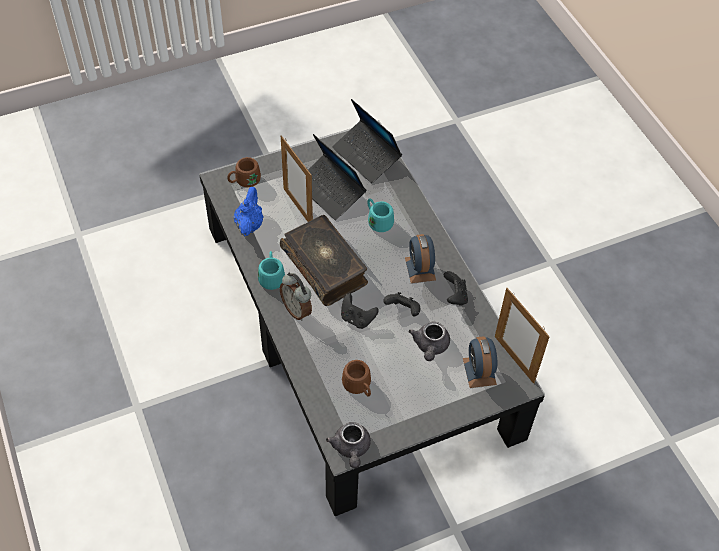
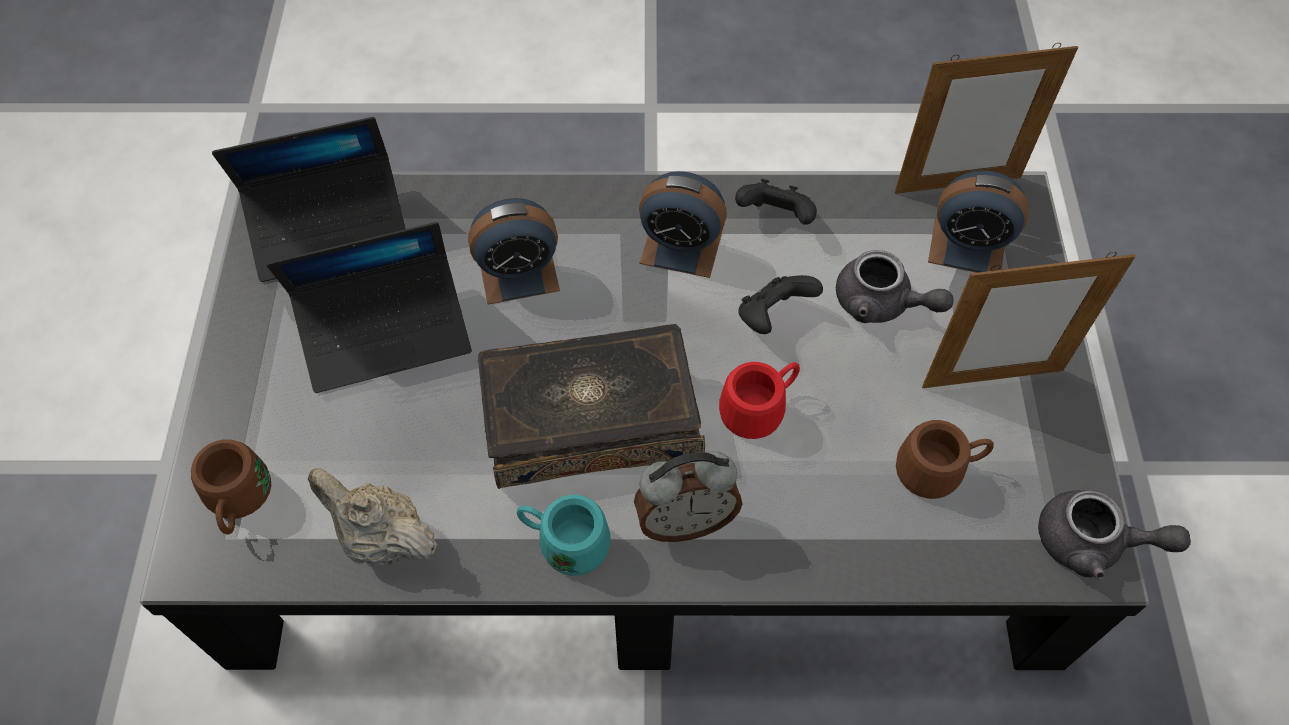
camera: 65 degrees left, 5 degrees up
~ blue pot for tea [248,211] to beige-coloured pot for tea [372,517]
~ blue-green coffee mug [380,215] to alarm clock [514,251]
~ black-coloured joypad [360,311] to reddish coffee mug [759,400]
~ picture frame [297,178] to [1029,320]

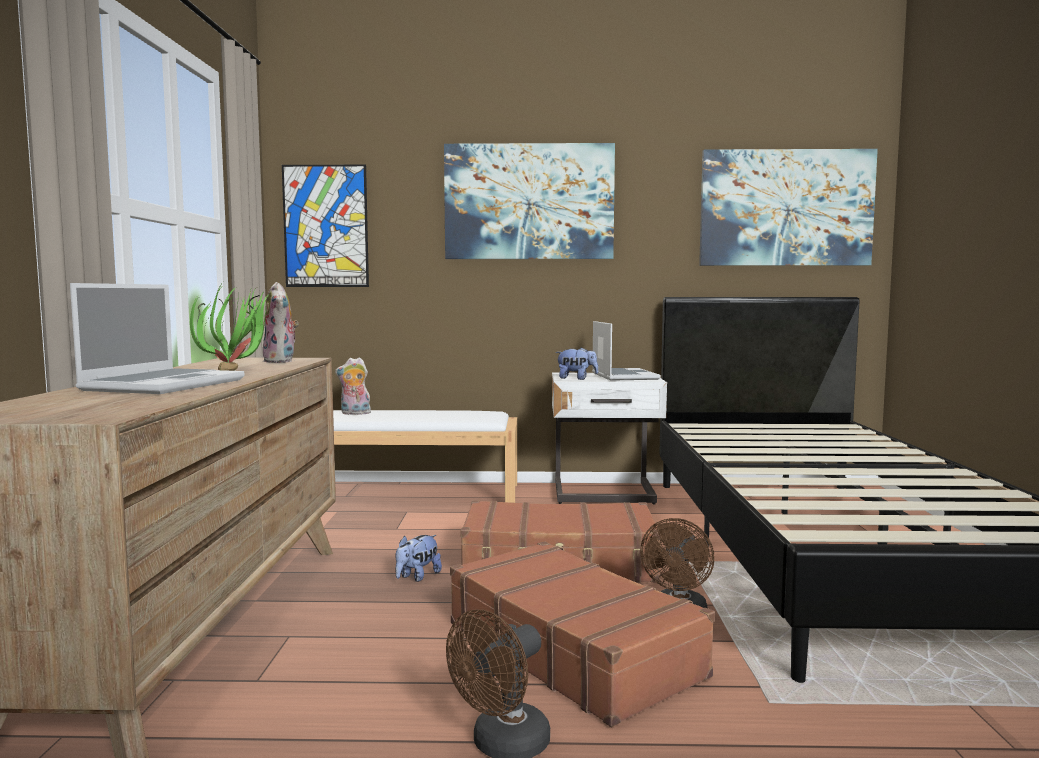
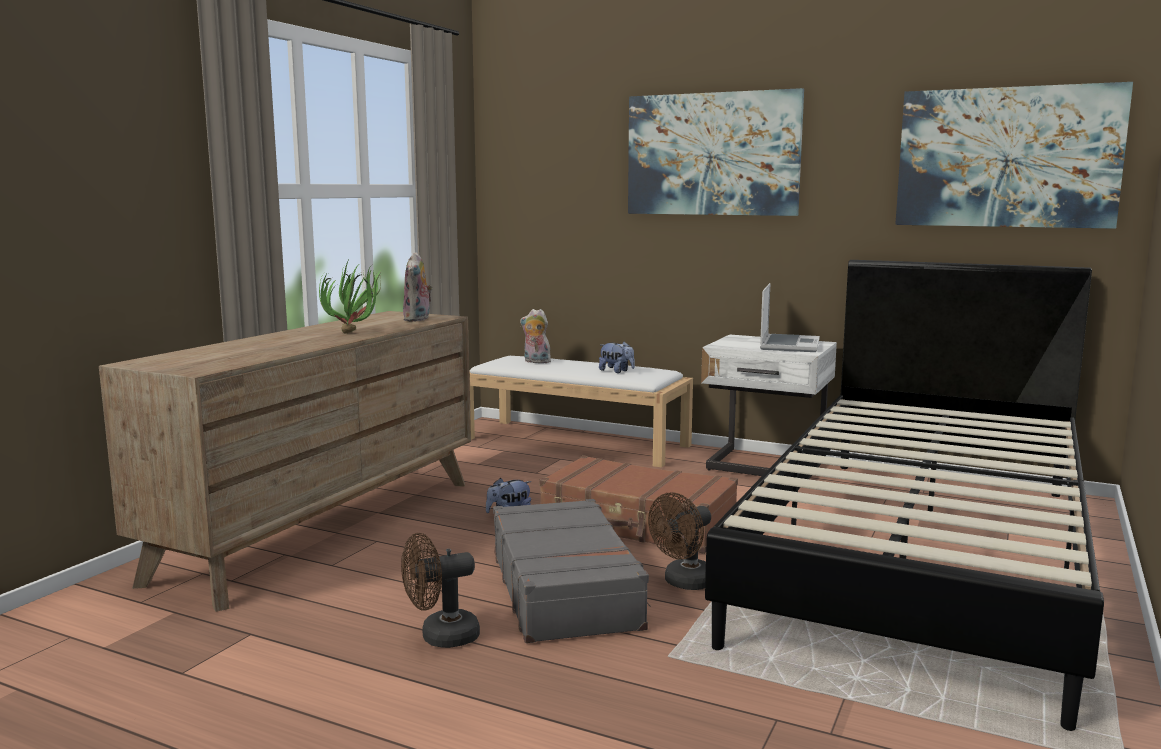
camera: 25 degrees right, 5 degrees up
~ brown travel case [582,634] to grey travel case [572,571]
~ cuddly toy [577,363] to [617,357]
- laptop [157,338]
- wall art [325,226]

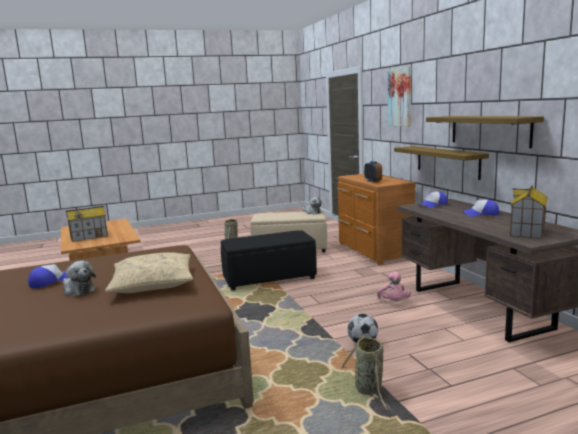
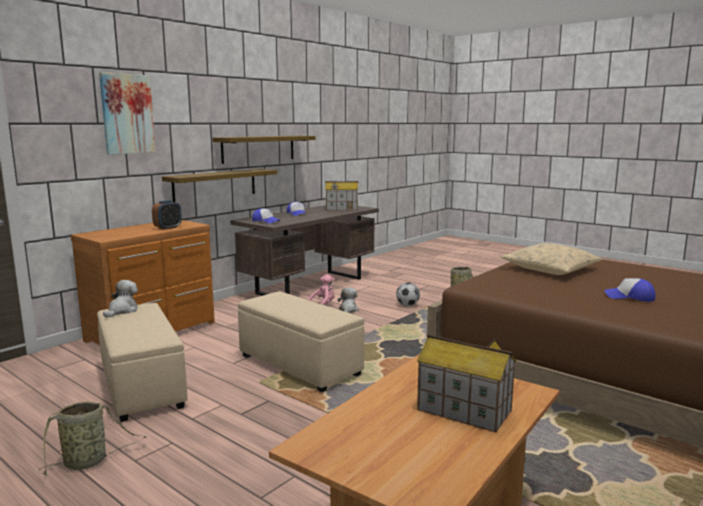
camera: 120 degrees left, 0 degrees up
~ black-coloured footrest [269,260] to beige-coloured footrest [301,341]
~ cuddly toy [79,278] to [348,300]

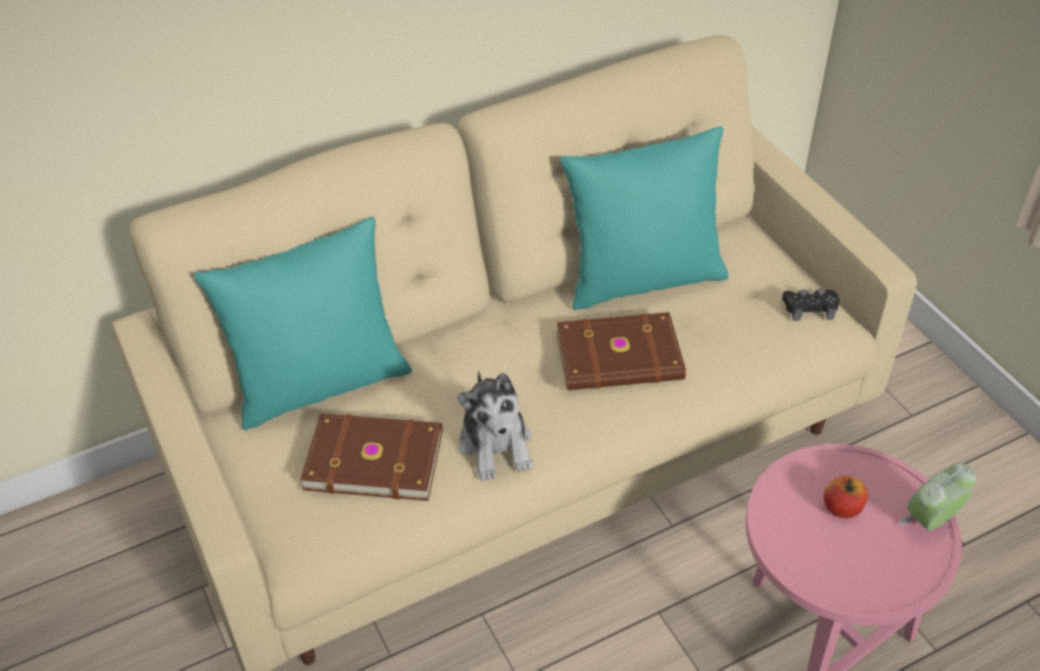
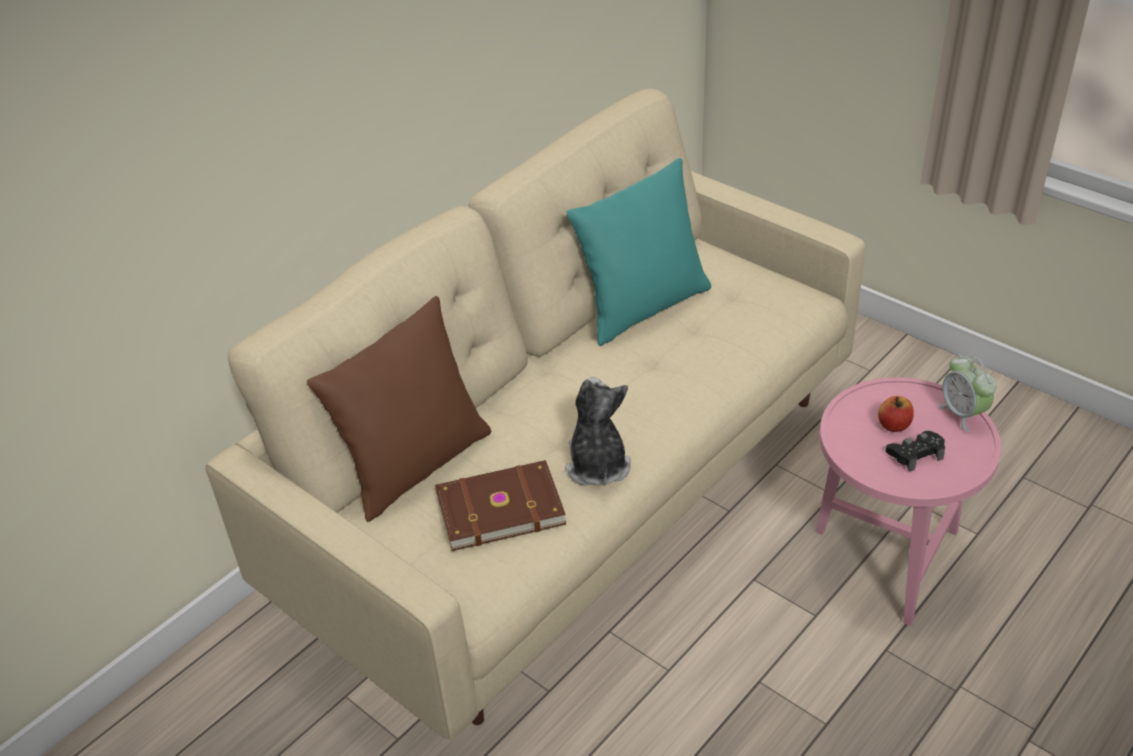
camera: 20 degrees left, 5 degrees down
~ blue-green throw pillow [303,323] to brown throw pillow [399,409]
~ cuddly toy [495,426] = [598,431] 150 degrees counterclockwise
~ black-coloured joypad [811,305] to [915,451]
~ alarm clock [938,497] = [967,393] 60 degrees counterclockwise
- brown bound book [621,351]

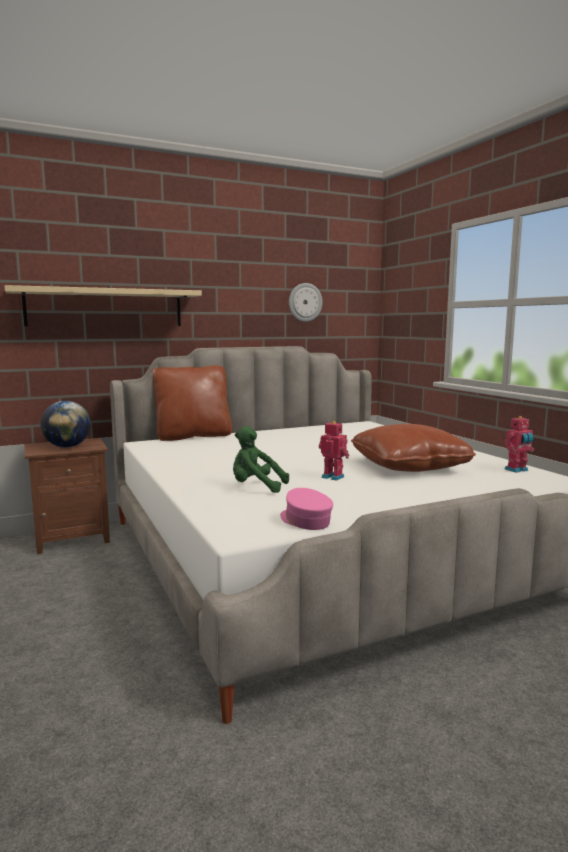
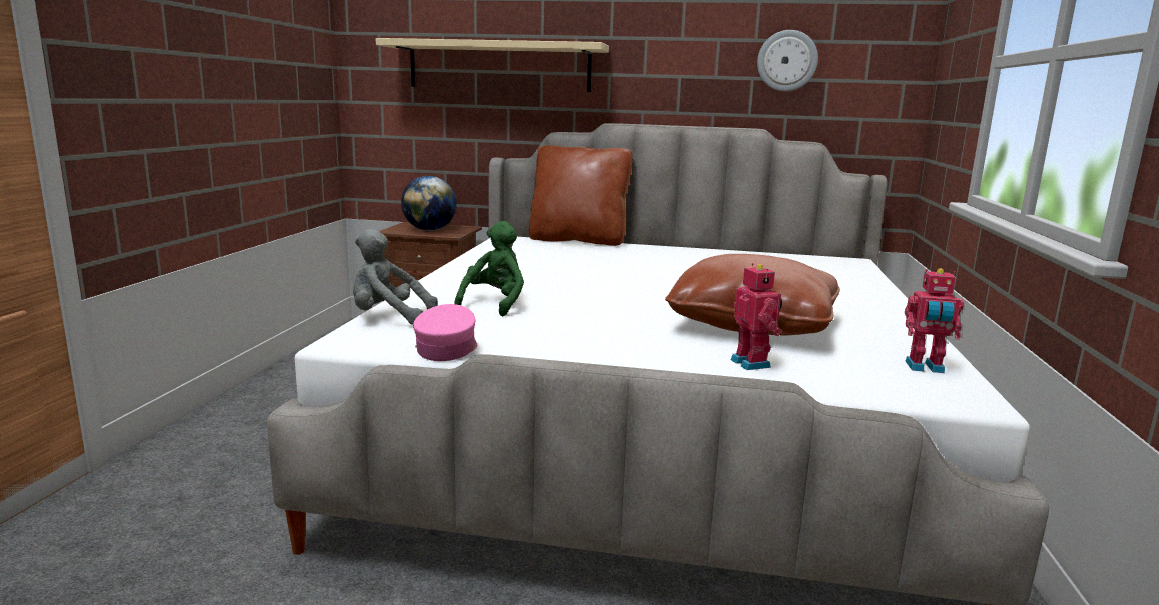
camera: 35 degrees right, 5 degrees up
+ grey cuddly toy [395,277]
~ greenish cuddly toy [261,459] = [489,268] 60 degrees clockwise
~ model robot [334,451] to [756,316]

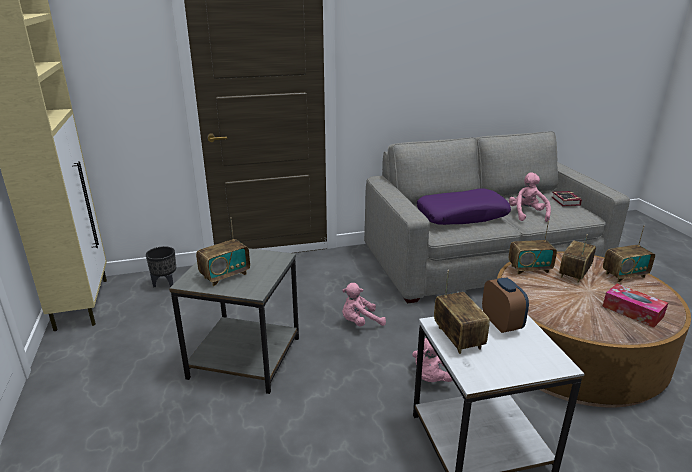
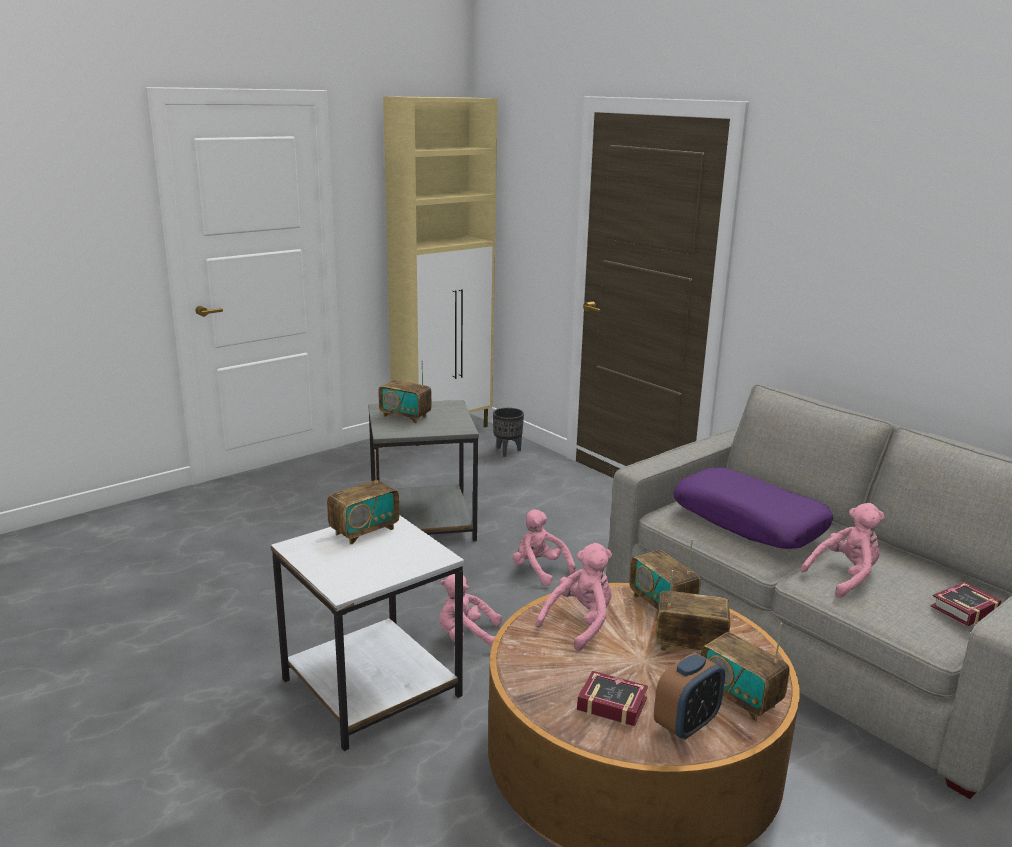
camera: 65 degrees right, 5 degrees down
+ pinkish cuddly toy [574,597]
~ tissue box [635,306] to bound book [612,698]
~ alarm clock [505,305] to [689,696]

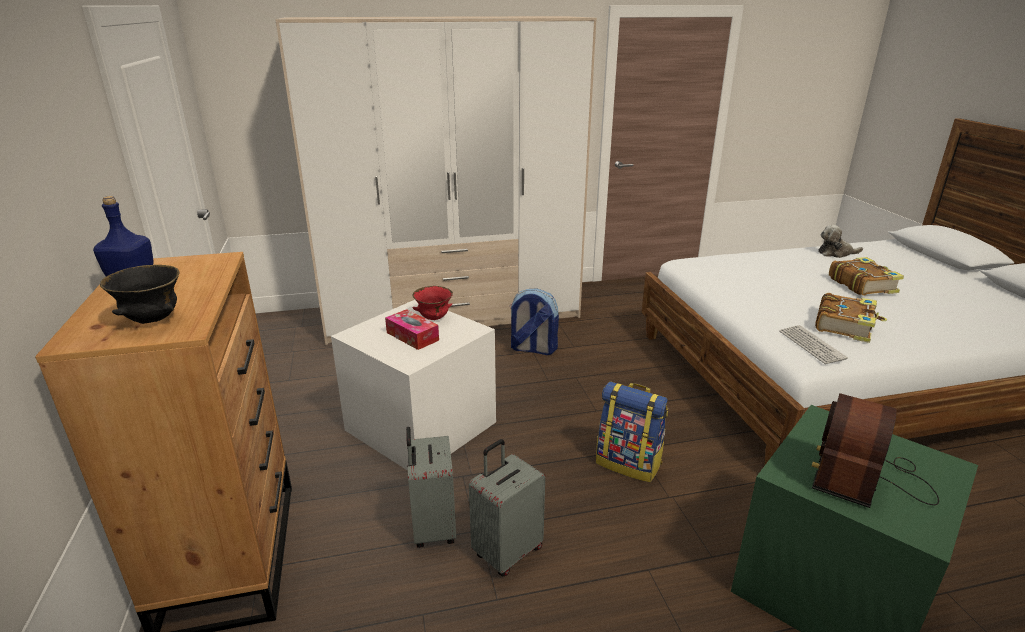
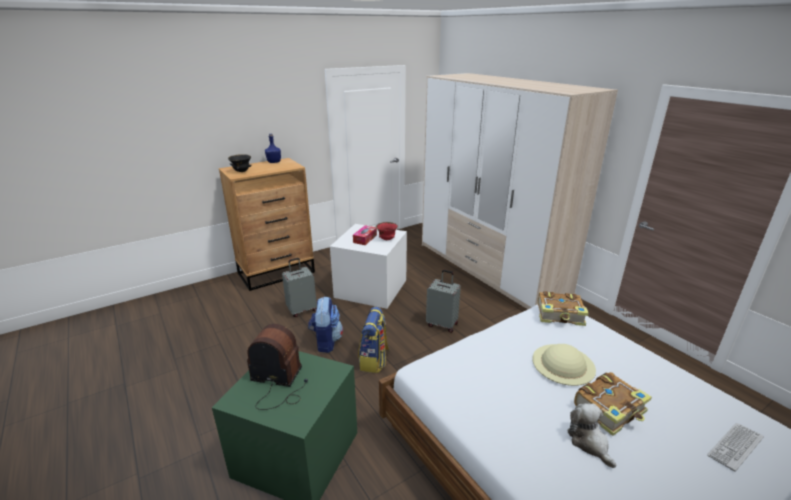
camera: 70 degrees right, 0 degrees up
~ backpack [534,321] to [325,325]
~ grey travel case [507,507] to [443,301]
+ beige-coloured hat [564,365]
~ bound book [851,318] to [563,308]
~ cuddly toy [840,241] to [591,435]
~ keyboard [813,344] to [735,447]

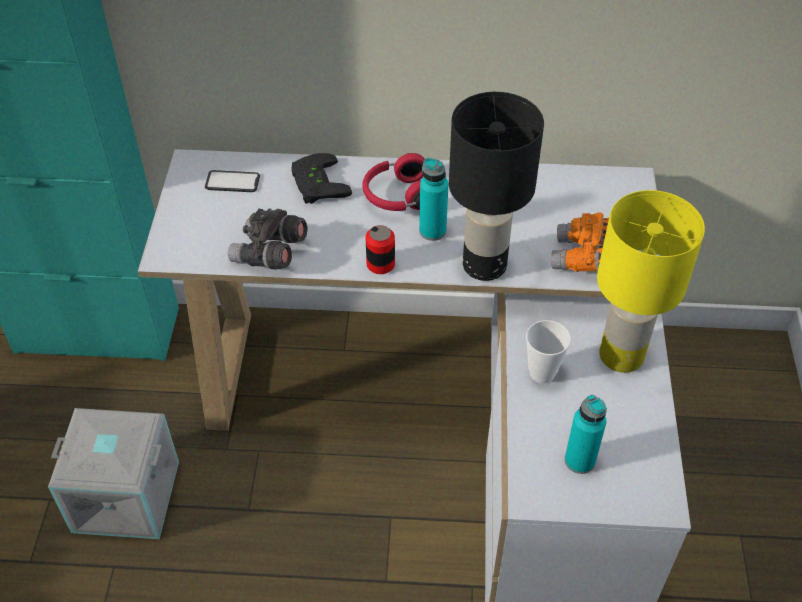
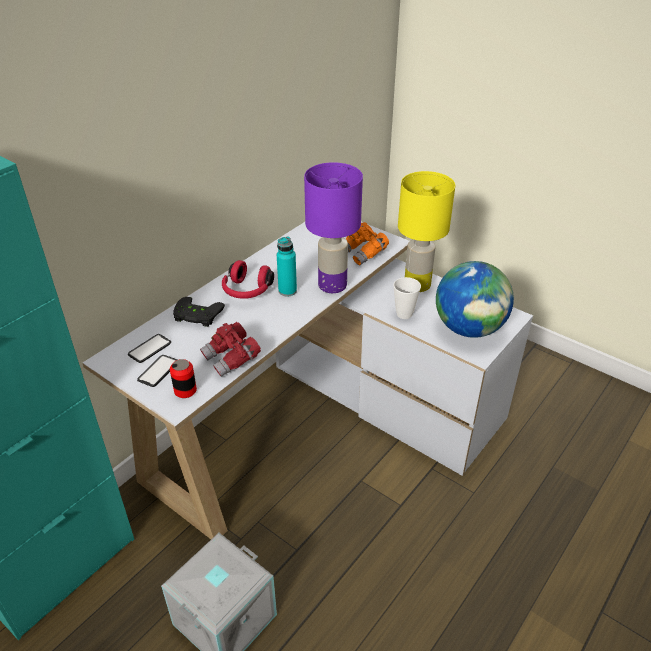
camera: 55 degrees left, 10 degrees down
+ handset [157,371]
~ sealed can [380,249] to [183,378]
~ grey field glasses [268,239] to reddish field glasses [230,349]
~ black-coloured tabletop lamp [496,186] to purplish tabletop lamp [333,227]
~ blue-green beverage bottle [586,434] to world globe [475,299]

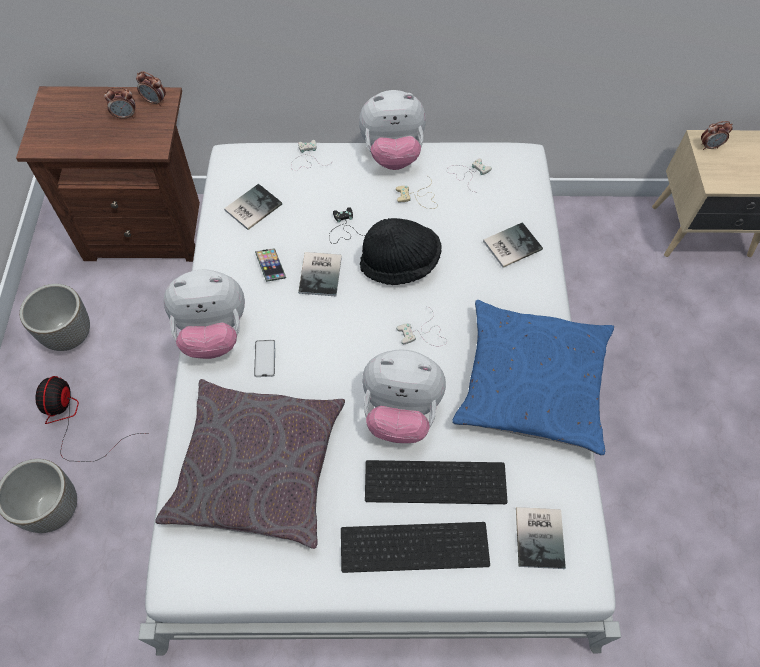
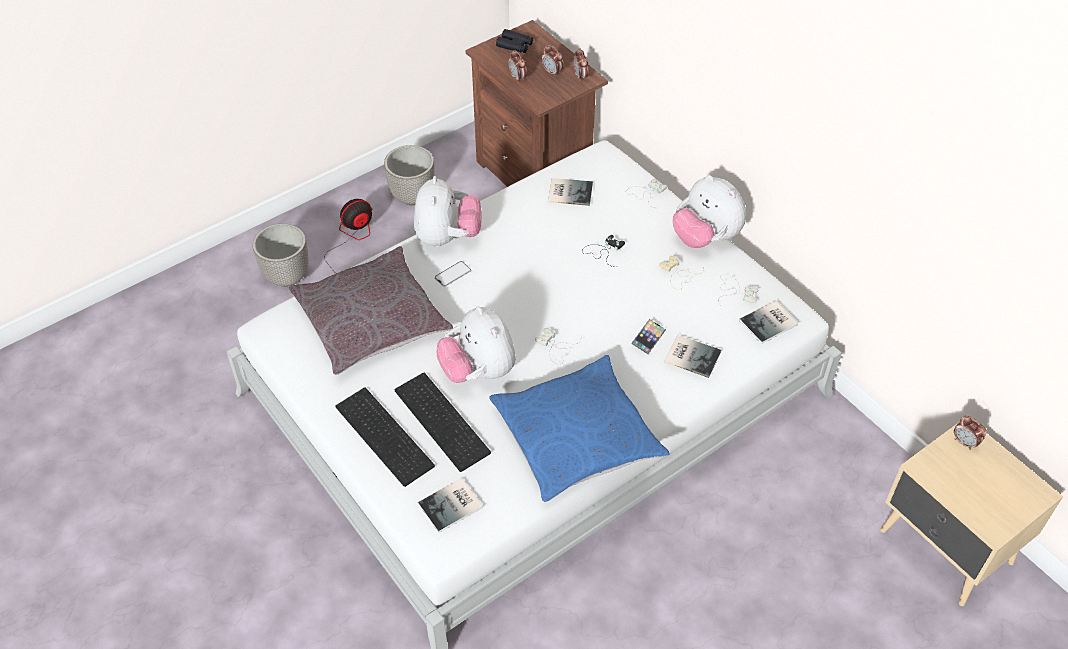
camera: 55 degrees right, 10 degrees down
~ cuddly toy [204,314] = [448,211] 135 degrees counterclockwise
+ black-coloured field glasses [514,41]
+ alarm clock [517,66]
~ handset [270,265] to [648,336]
~ bound book [320,274] to [768,322]
- black-coloured hat [401,251]

